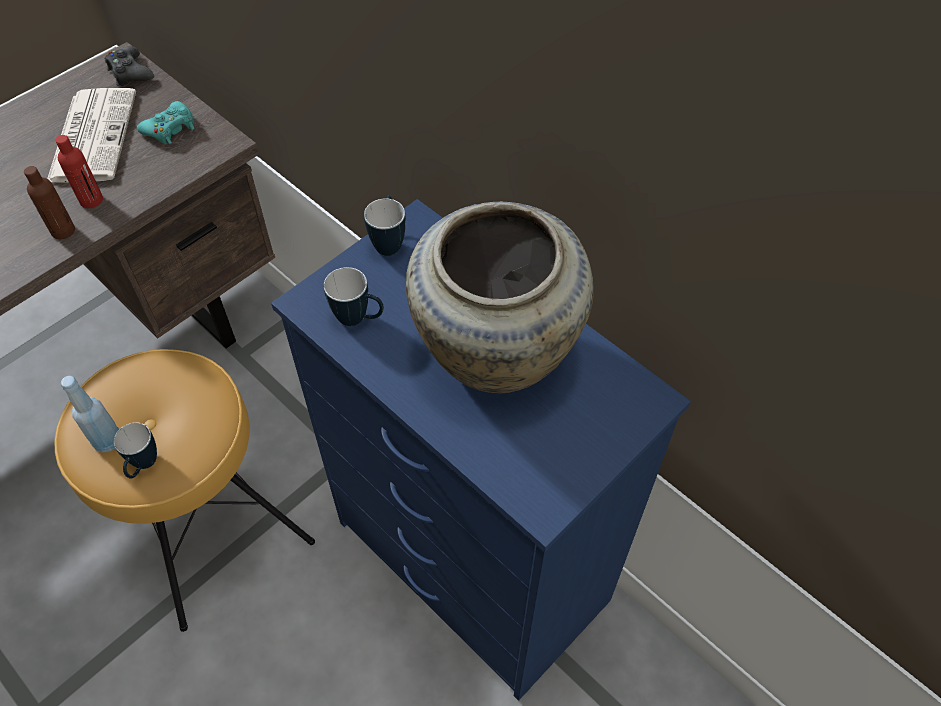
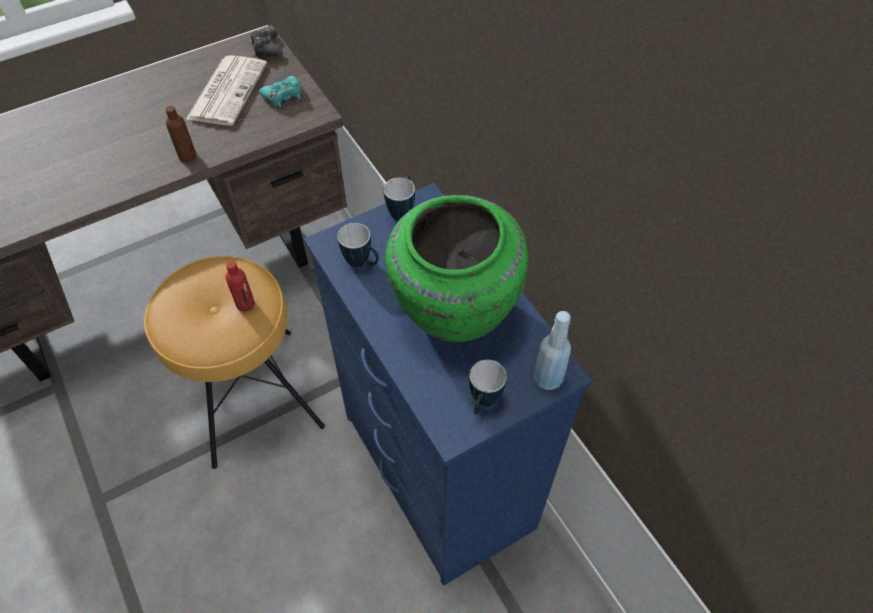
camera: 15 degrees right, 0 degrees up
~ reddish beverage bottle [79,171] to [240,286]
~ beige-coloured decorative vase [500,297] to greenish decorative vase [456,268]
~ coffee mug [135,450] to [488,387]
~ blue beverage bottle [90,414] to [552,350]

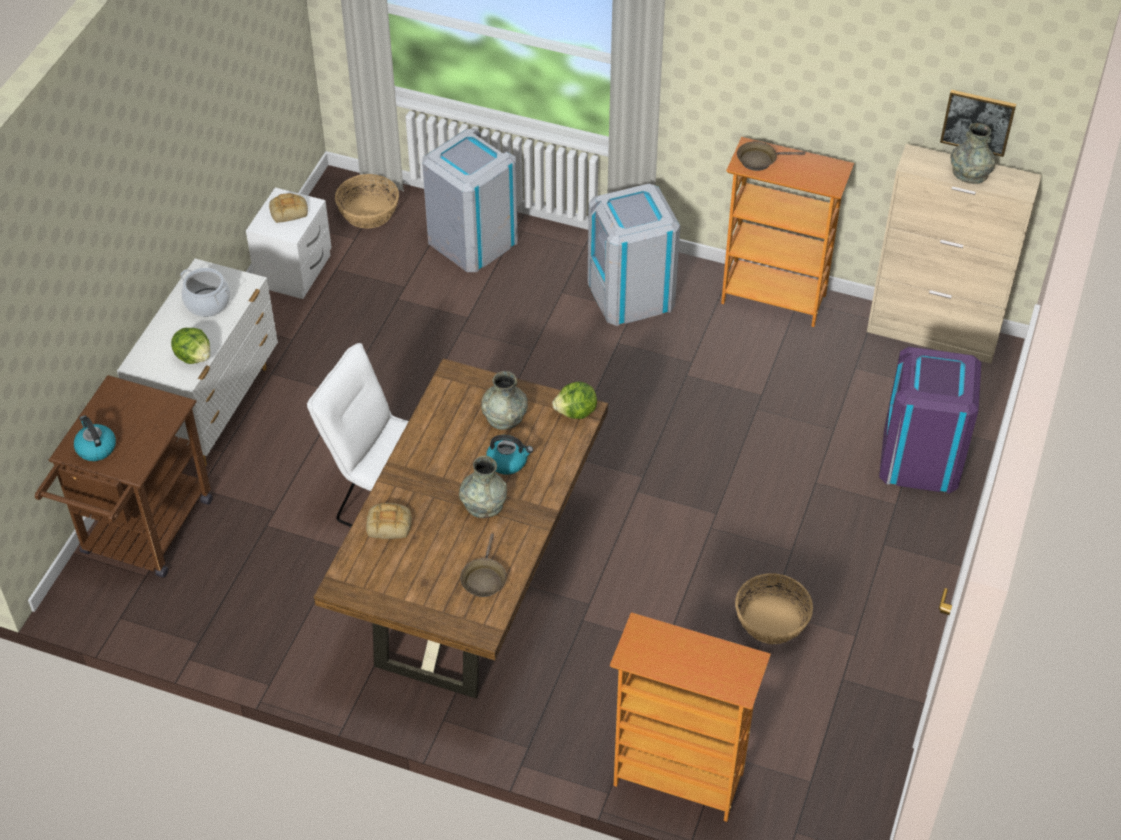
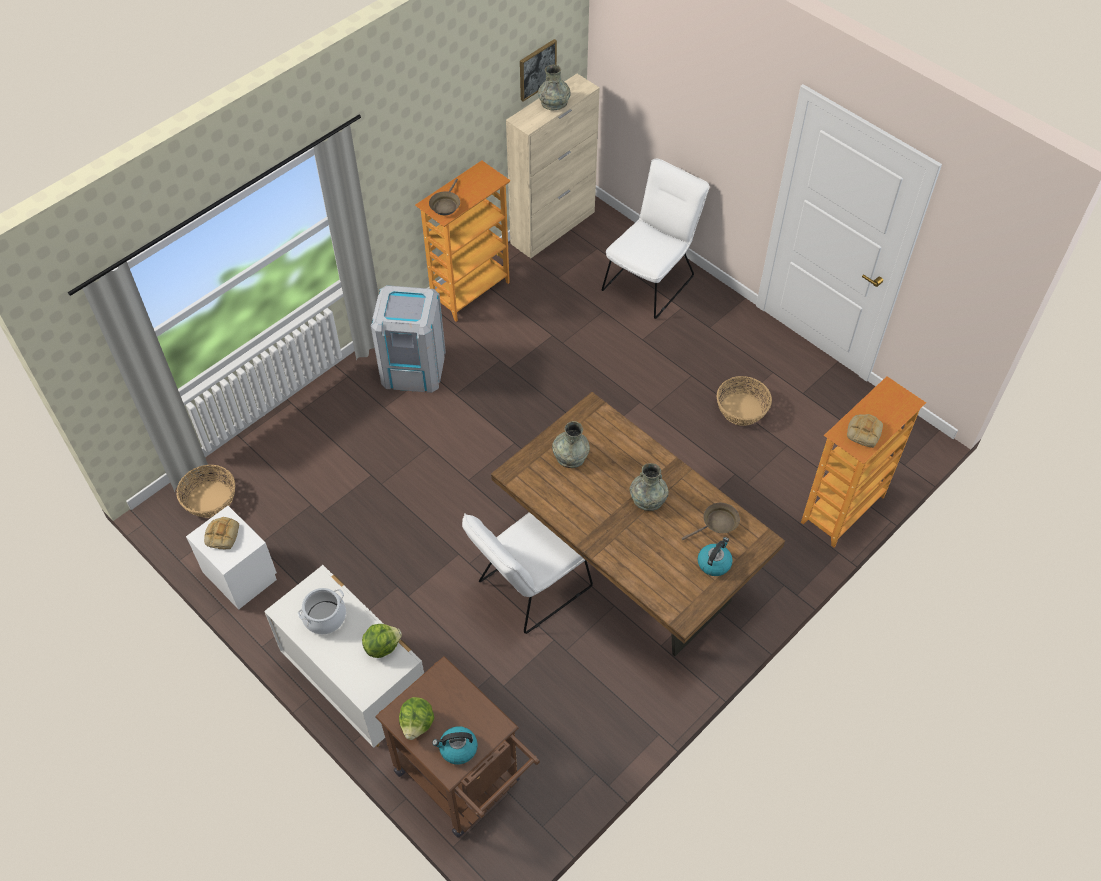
camera: 65 degrees left, 5 degrees up
~ lettuce head [574,400] to [416,718]
~ purplish rubbish bin [930,420] to whitish upright chair [656,239]
~ brown skillet [483,565] = [711,521] 60 degrees counterclockwise
~ kettle [509,455] to [715,556]
~ bakery bread [389,521] to [865,431]
- grey rubbish bin [470,200]

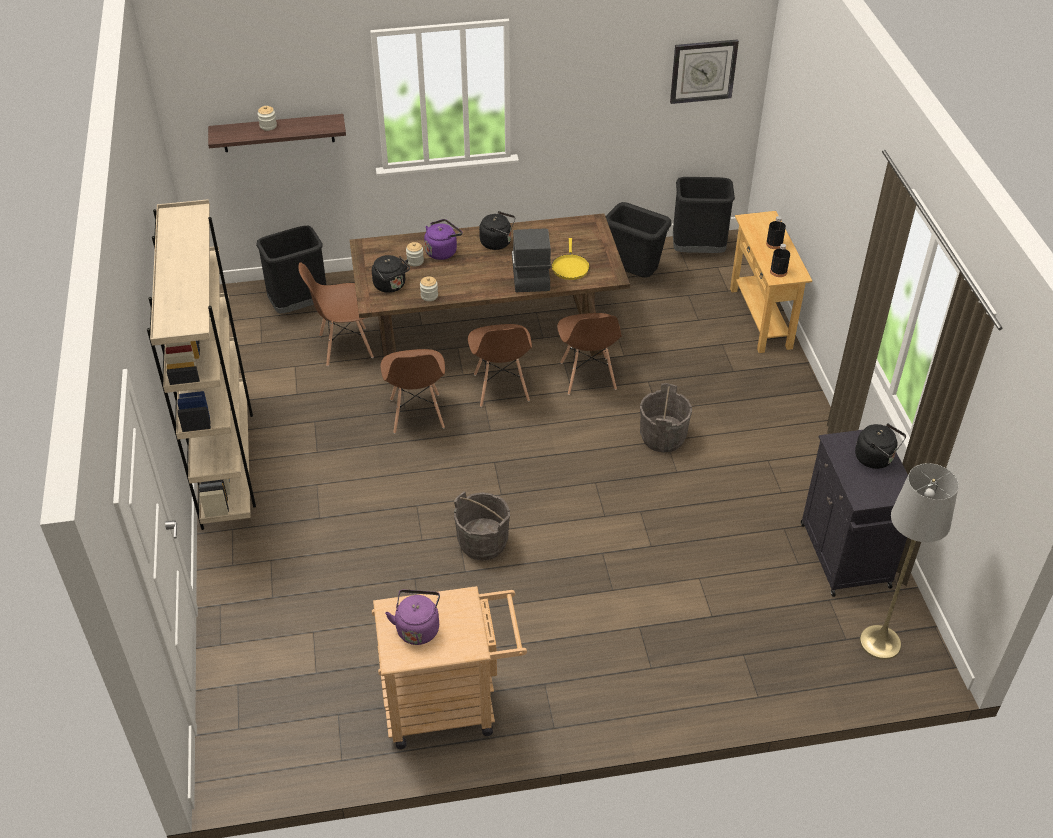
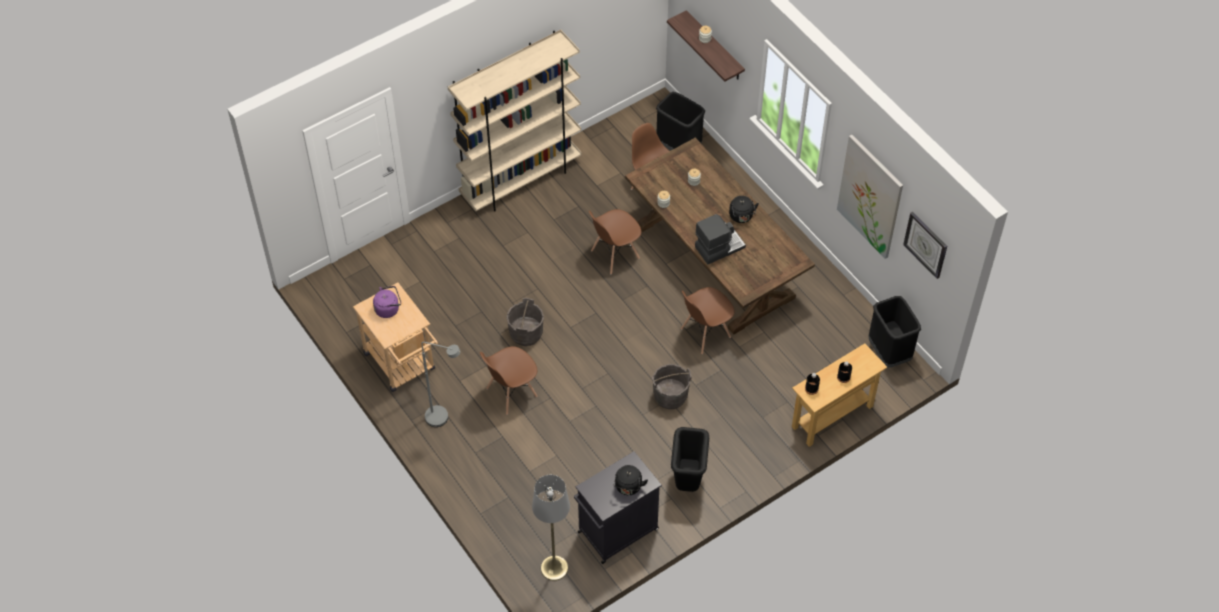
camera: 65 degrees right, 10 degrees up
+ grey floor lamp [440,384]
~ brown upright chair [500,365] to [509,380]
~ black-coloured rubbish bin [638,240] to [690,459]
+ wall art [870,197]
- black-coloured kettle [391,274]
- purplish kettle [443,239]
- yellowish skillet [571,259]

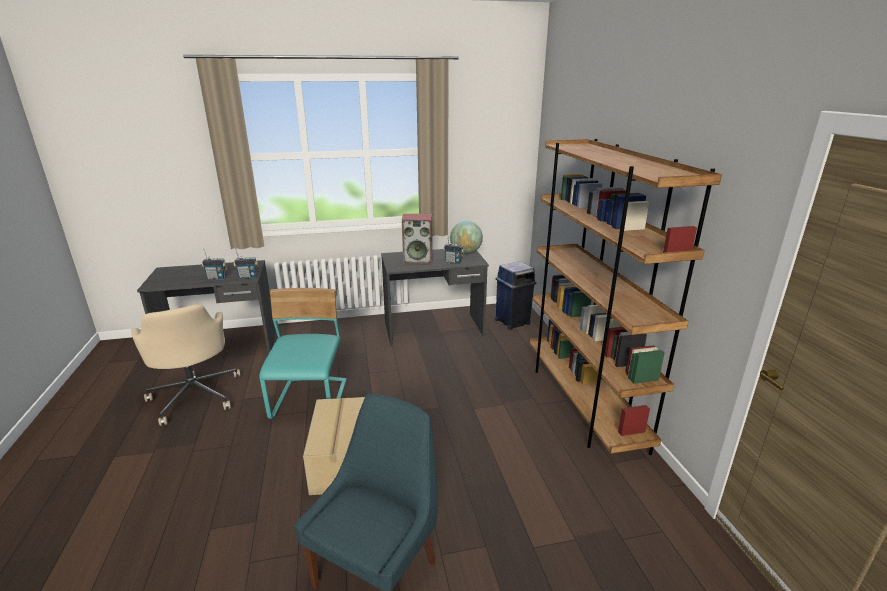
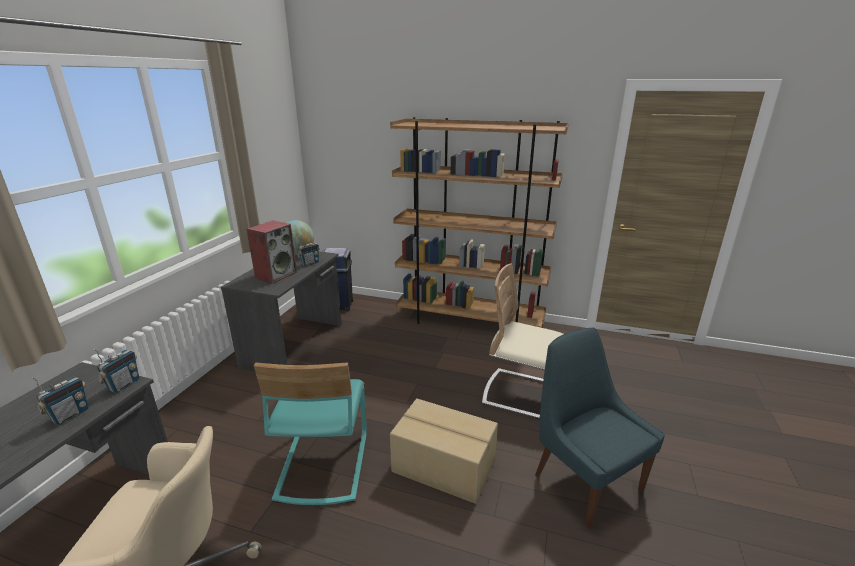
camera: 60 degrees left, 0 degrees up
~ blue-green upright chair [303,353] = [310,434] 120 degrees counterclockwise
+ beige-coloured upright chair [522,341]

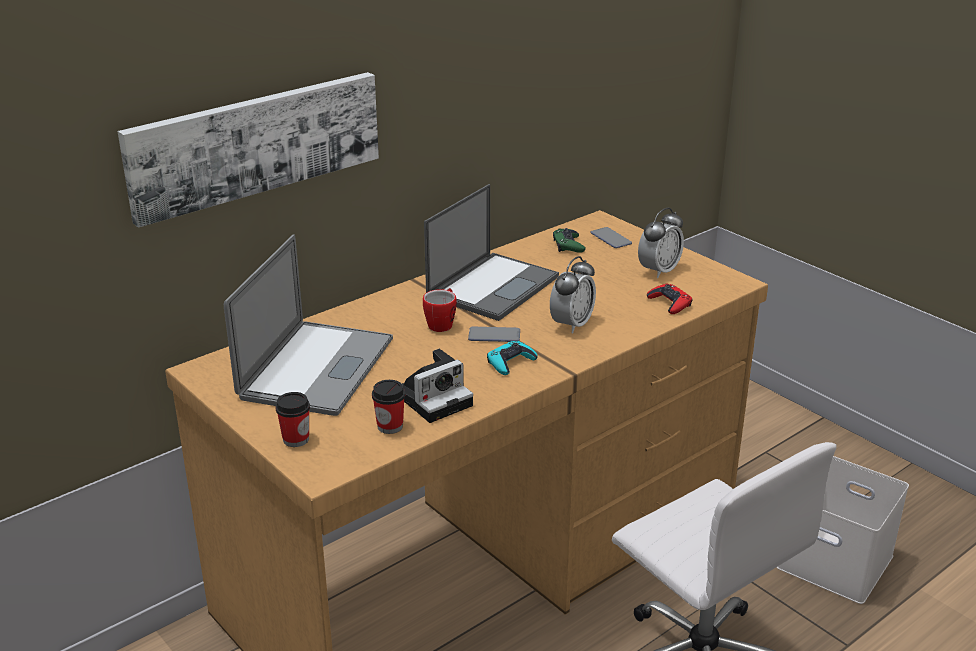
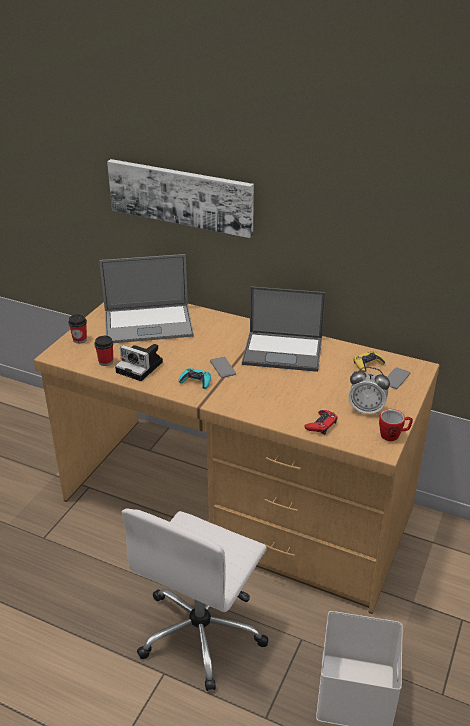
camera: 65 degrees right, 5 degrees up
~ greenish joypad [569,240] to yellowish joypad [369,361]
~ coffee mug [440,310] to [396,425]
- alarm clock [573,294]

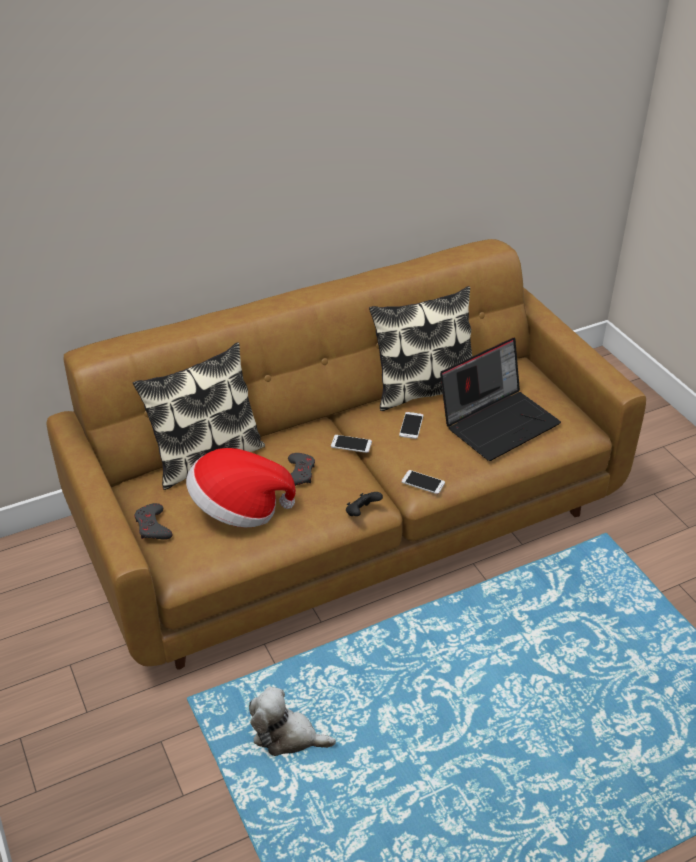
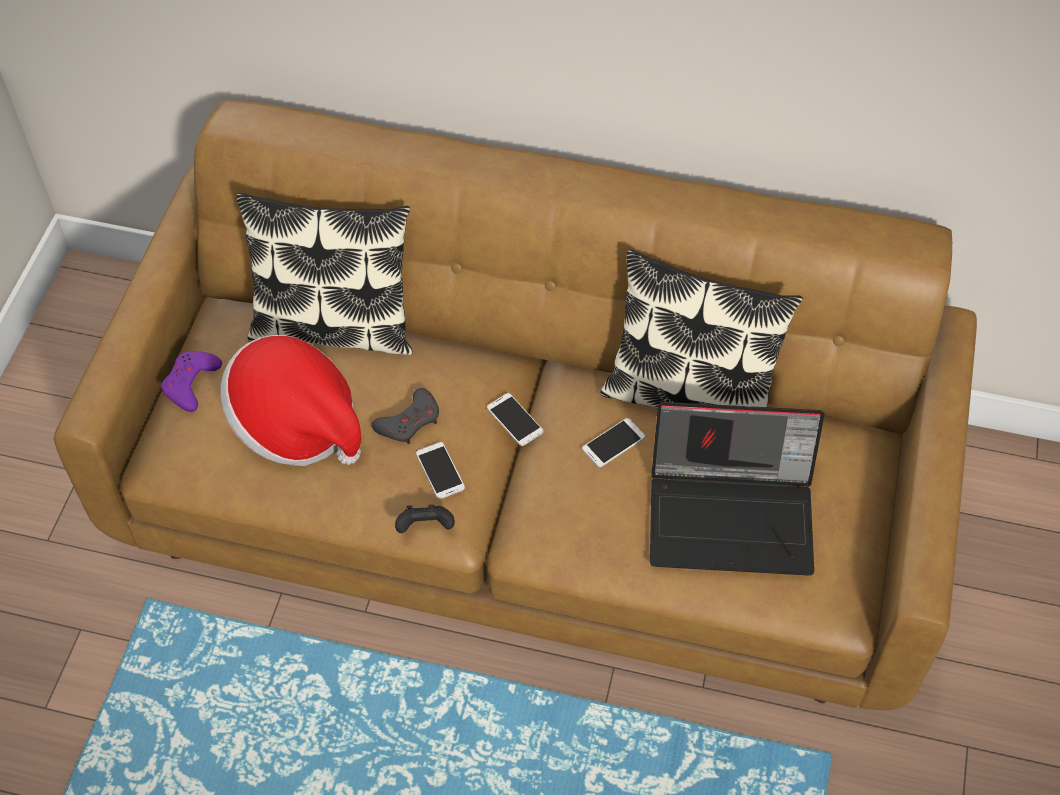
camera: 40 degrees right, 15 degrees up
~ grey joypad [153,521] to purplish joypad [191,381]
~ handset [423,482] to [440,470]
- cuddly toy [292,721]

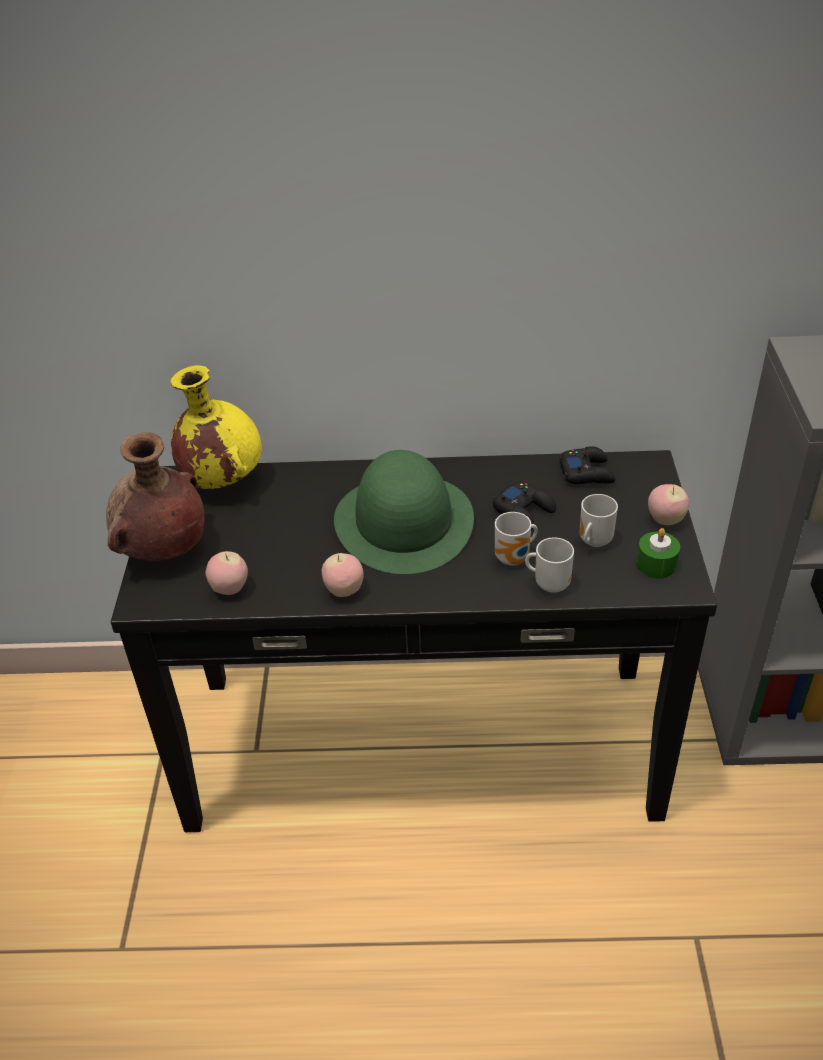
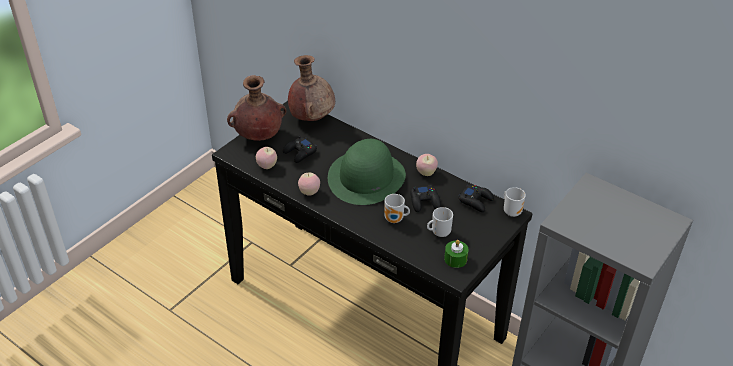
camera: 35 degrees right, 0 degrees up
+ black-coloured joypad [300,149]
~ yellowish decorative vase [216,427] to brown decorative vase [311,88]
~ apple [668,504] to [427,165]
~ coffee mug [549,565] to [515,202]

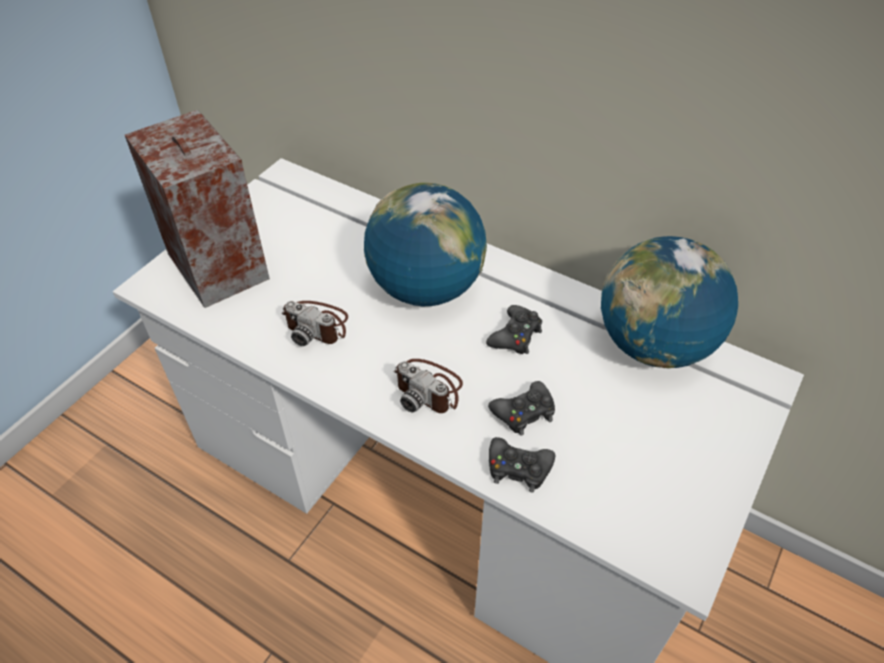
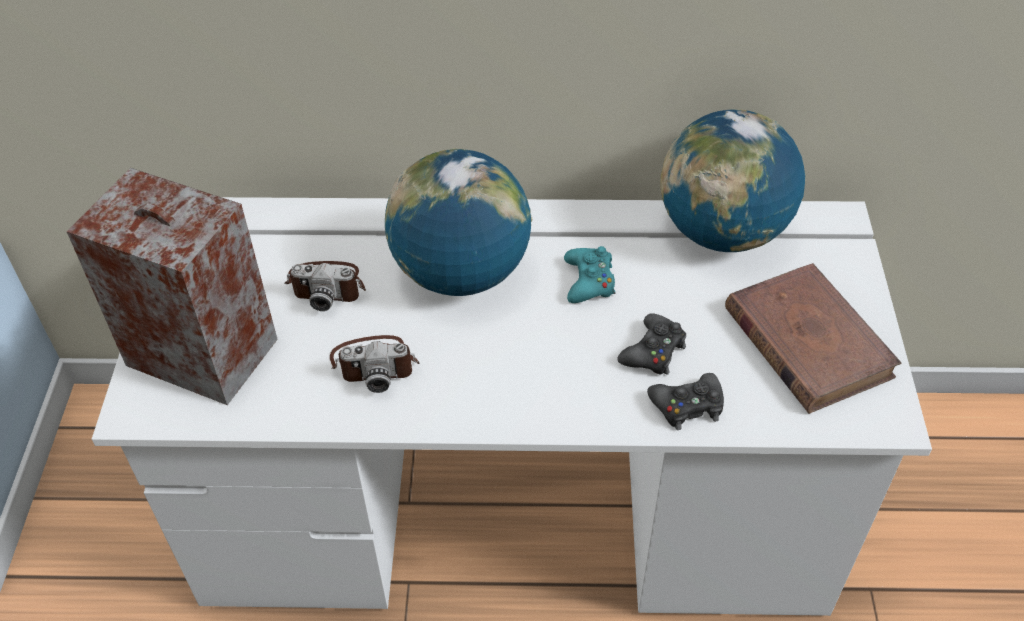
camera: 30 degrees left, 0 degrees up
~ photo camera [428,386] to [325,286]
~ black-coloured joypad [514,329] to blue-green joypad [589,274]
+ brown bound book [813,338]

